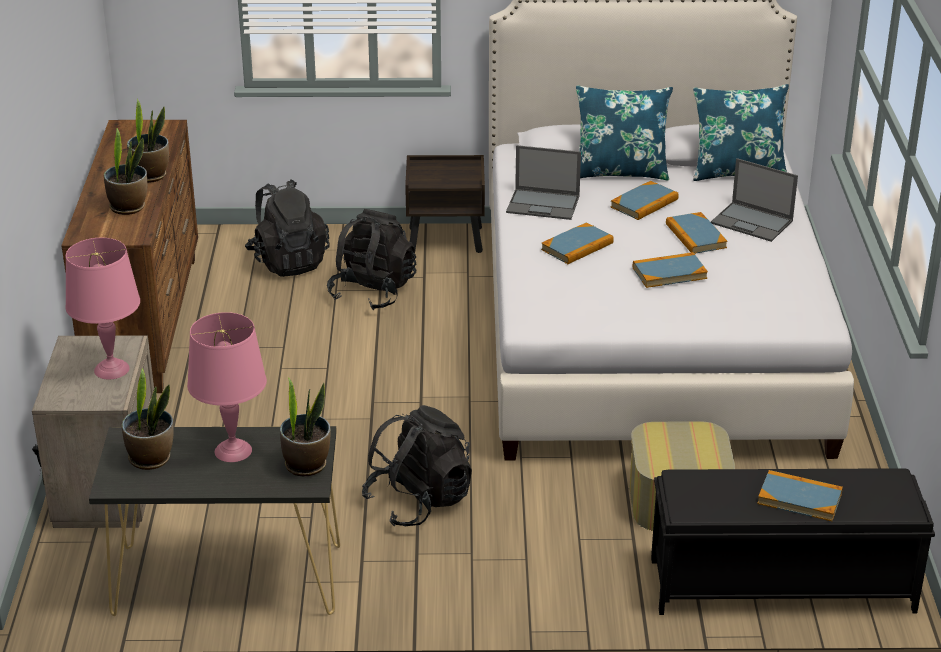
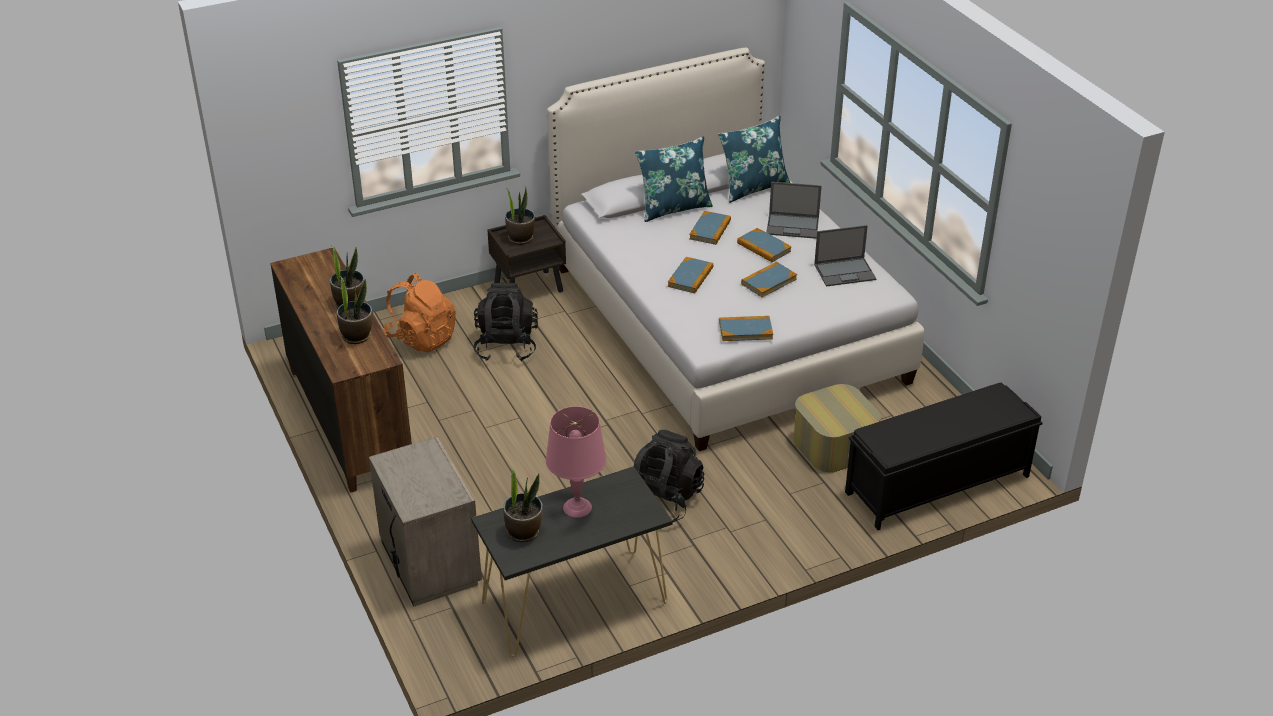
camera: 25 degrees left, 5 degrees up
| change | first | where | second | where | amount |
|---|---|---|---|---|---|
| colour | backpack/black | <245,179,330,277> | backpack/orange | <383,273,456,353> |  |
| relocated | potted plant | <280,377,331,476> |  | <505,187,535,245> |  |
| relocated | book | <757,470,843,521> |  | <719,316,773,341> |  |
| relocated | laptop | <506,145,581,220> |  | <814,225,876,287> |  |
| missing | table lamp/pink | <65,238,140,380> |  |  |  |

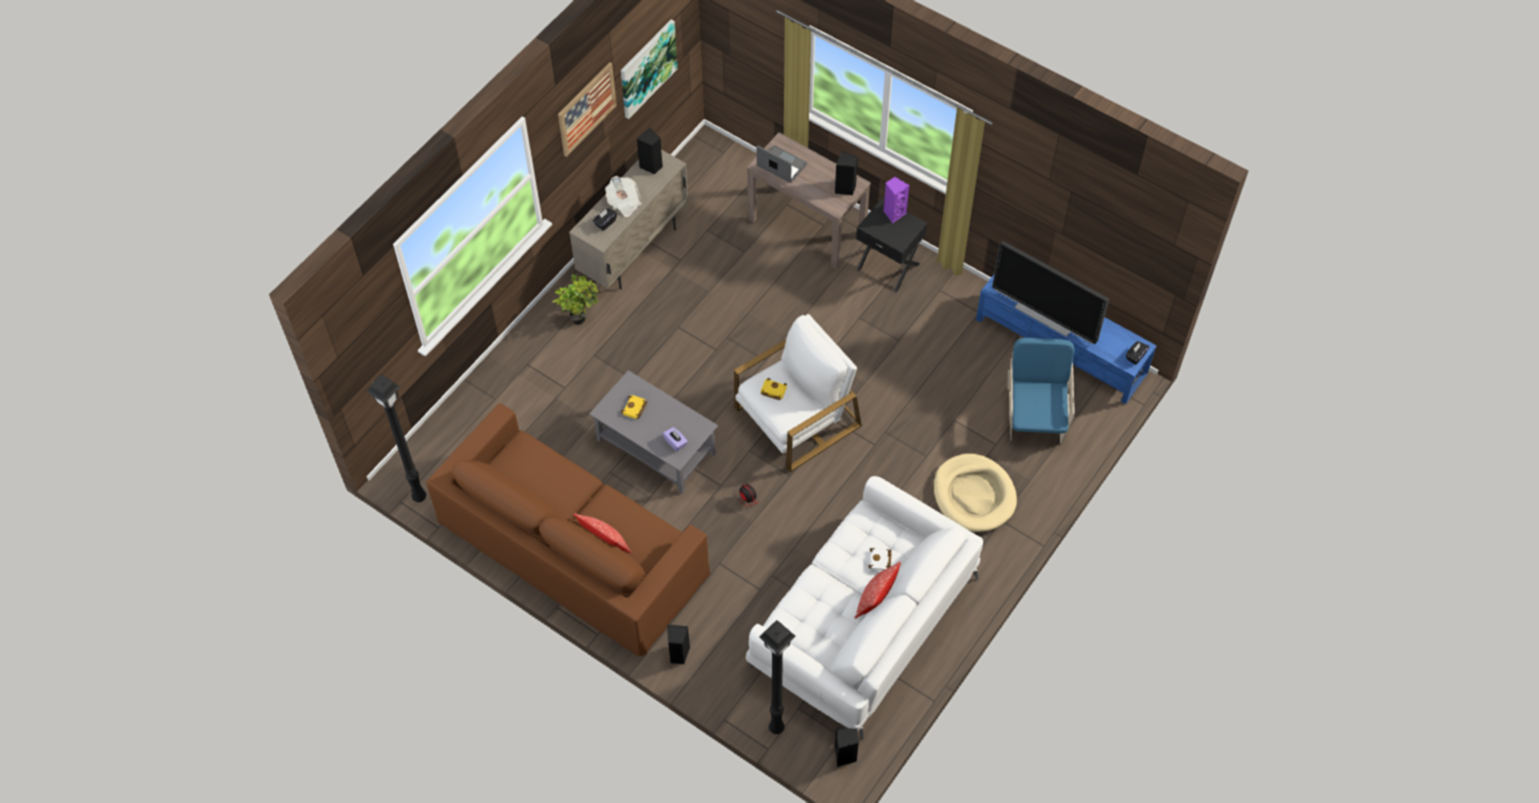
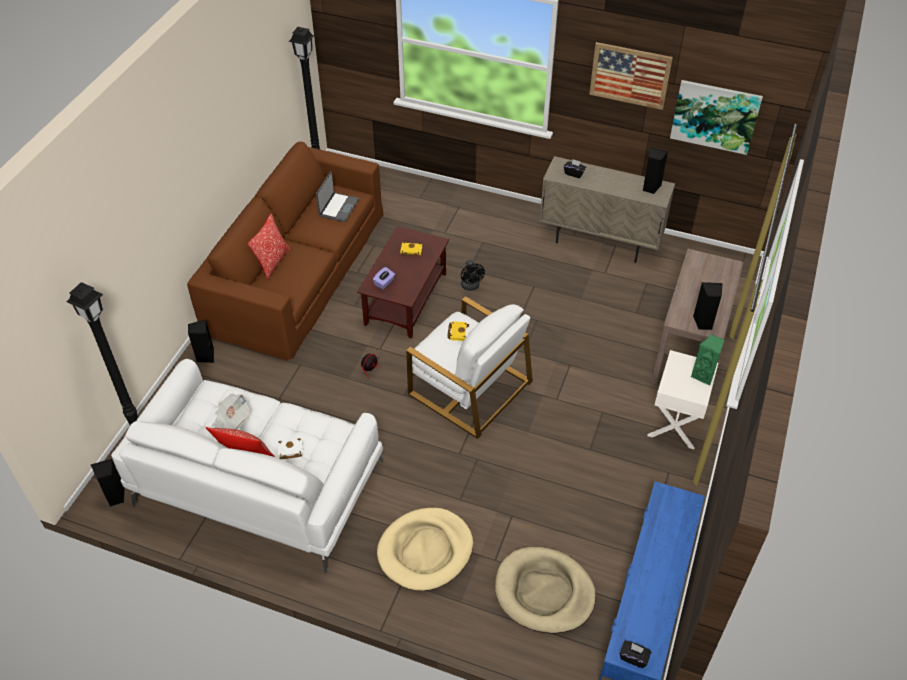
camera: 75 degrees right, 10 degrees down
| change | first | where | second | where | amount |
|---|---|---|---|---|---|
| relocated | newspaper | <605,176,642,217> |  | <211,394,250,430> |  |
| relocated | laptop | <757,145,807,183> |  | <316,171,359,222> |  |
| colour | coffee table/grey | <589,370,718,494> | coffee table/brown | <357,226,449,339> |  |
| appeared |  |  | fan/black | <461,260,485,291> |  |
| exchanged | armchair/blue | <1007,338,1075,443> | dog bed/beige | <495,547,596,634> |  |
| colour | nightstand/black | <856,198,928,293> | nightstand/white | <647,350,718,449> |  |
| colour | speaker/purple | <883,177,909,223> | speaker/green | <691,334,724,386> |  |
| missing | potted plant | <552,274,598,325> |  |  |  |
| missing | television | <992,240,1109,344> |  |  |  |

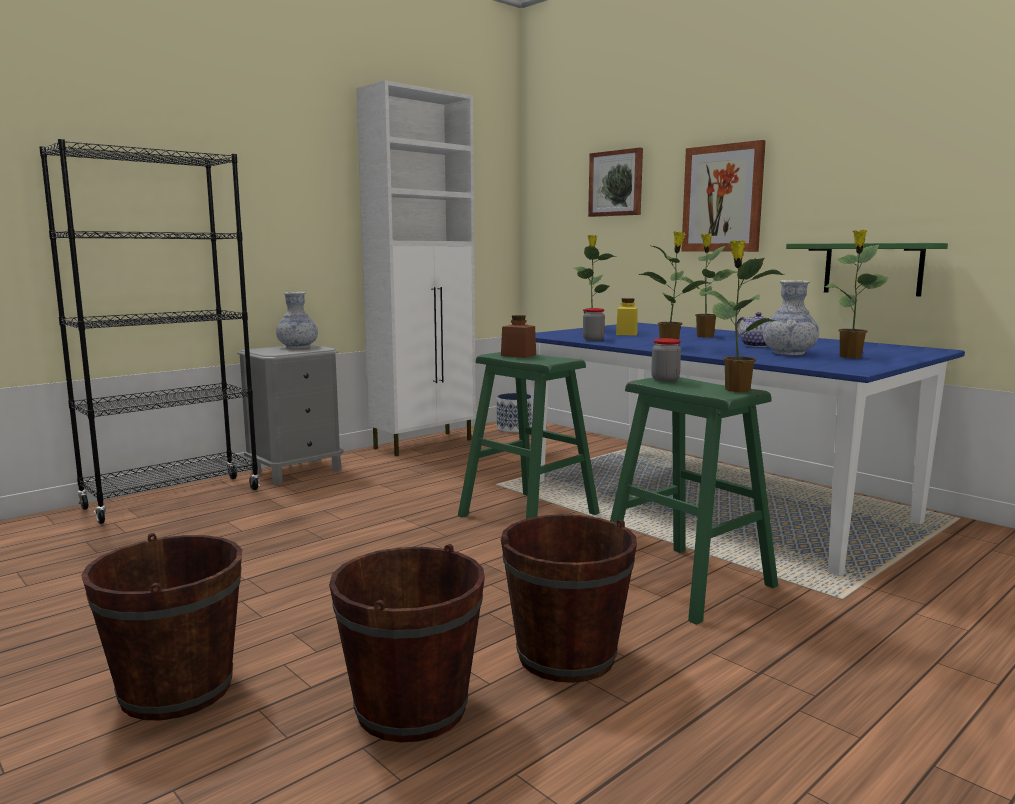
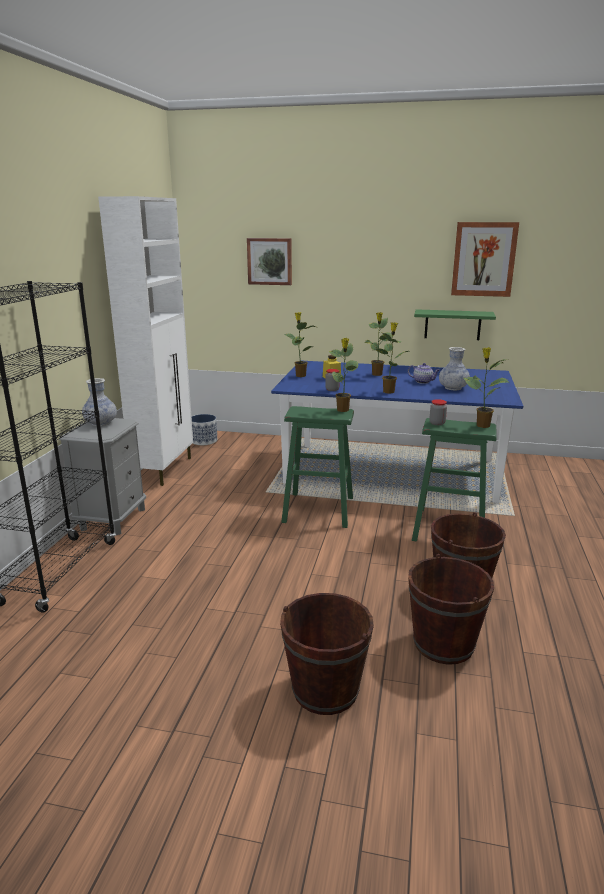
camera: 35 degrees left, 10 degrees up
| change | first | where | second | where | amount |
|---|---|---|---|---|---|
| relocated | potted plant | <824,230,889,358> |  | <329,338,358,412> |  |
| relocated | picture | <681,140,766,252> |  | <451,222,519,297> |  |
| missing | jar/brown | <501,315,536,358> |  |  |  |

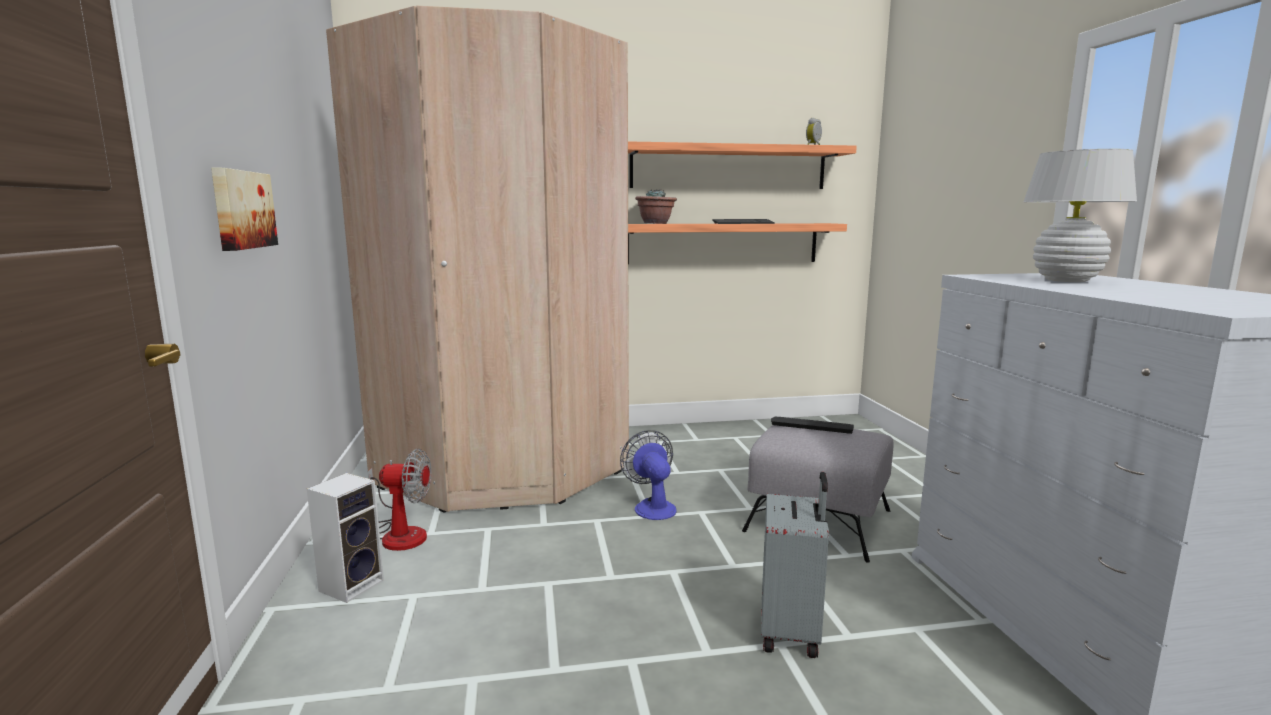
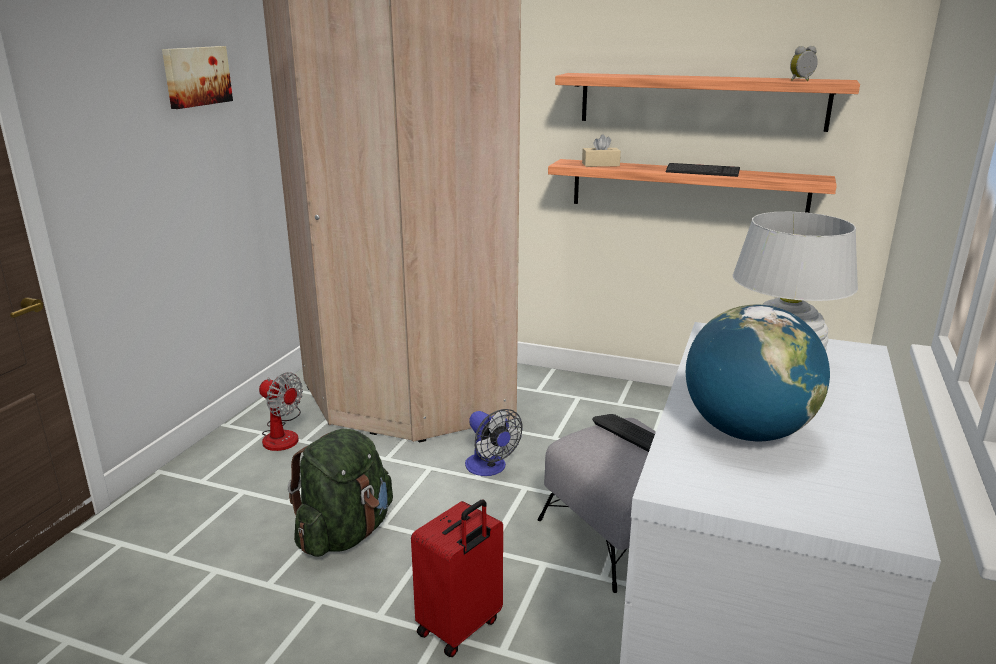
camera: 30 degrees right, 10 degrees up
| change | first | where | second | where | amount |
|---|---|---|---|---|---|
| relocated | picture | <211,168,278,251> |  | <162,46,233,109> |  |
| appeared |  |  | backpack/green | <288,429,393,557> |  |
| colour | suitcase/grey | <761,472,829,658> | suitcase/red | <411,499,503,657> |  |
| spun | fan | <620,430,676,520> |  | <465,409,522,476> | 135 degrees clockwise |
| exchanged | potted plant | <635,189,677,224> | tissue box/beige | <582,134,621,167> |  |
| appeared |  |  | globe | <686,304,830,441> |  |
| missing | speaker | <307,473,384,603> |  |  |  |

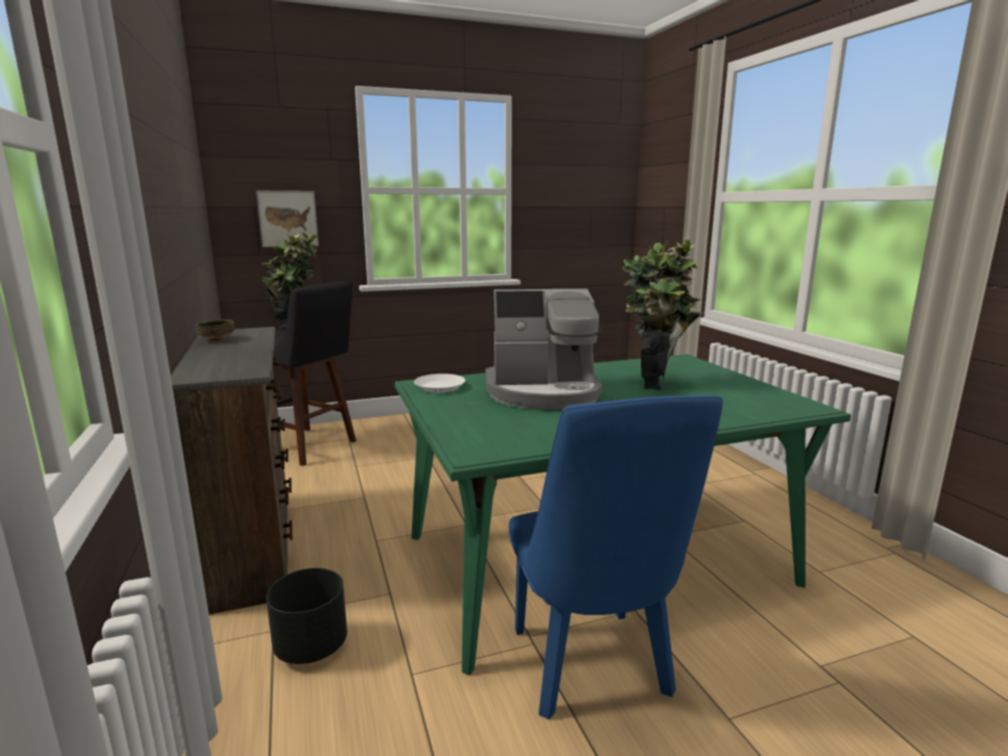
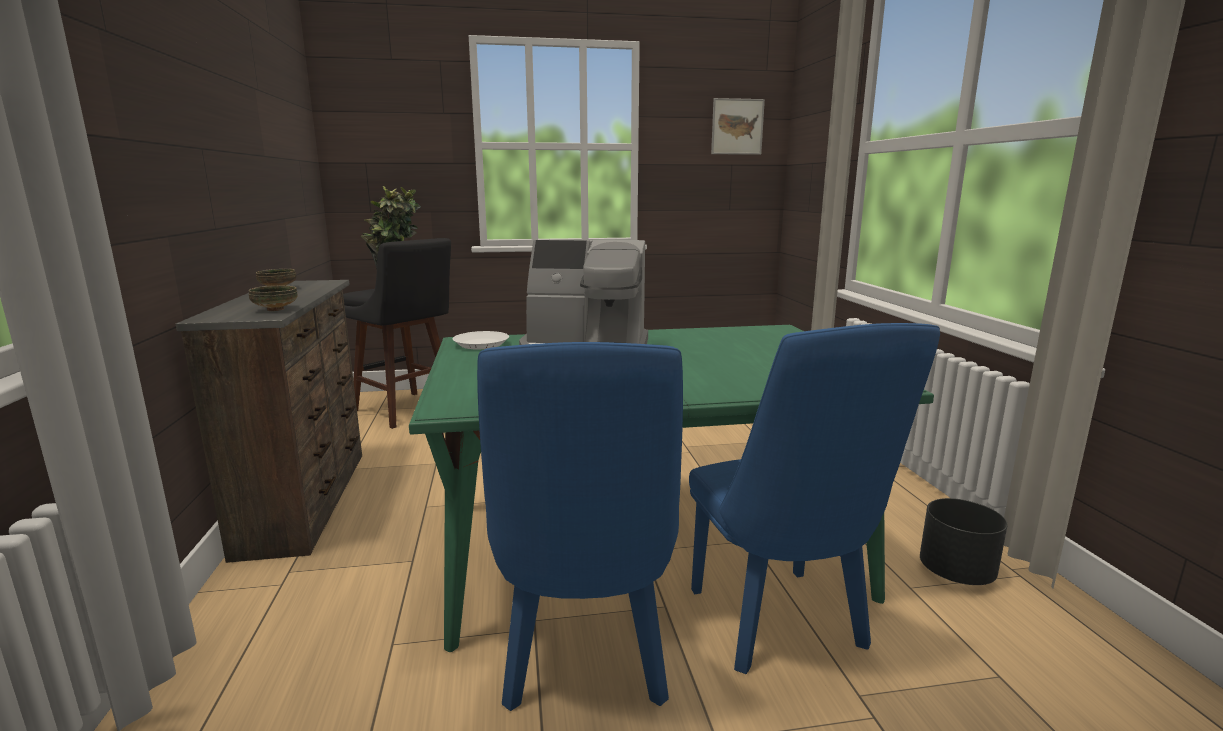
camera: 10 degrees right, 0 degrees up
| change | first | where | second | where | amount |
|---|---|---|---|---|---|
| appeared |  |  | bowl | <248,285,298,311> |  |
| appeared |  |  | chair/blue | <689,323,940,674> |  |
| relocated | picture | <256,191,319,247> |  | <711,98,765,155> |  |
| relocated | planter/black | <266,568,347,664> |  | <920,498,1008,585> |  |
| missing | potted plant | <623,240,703,390> |  |  |  |

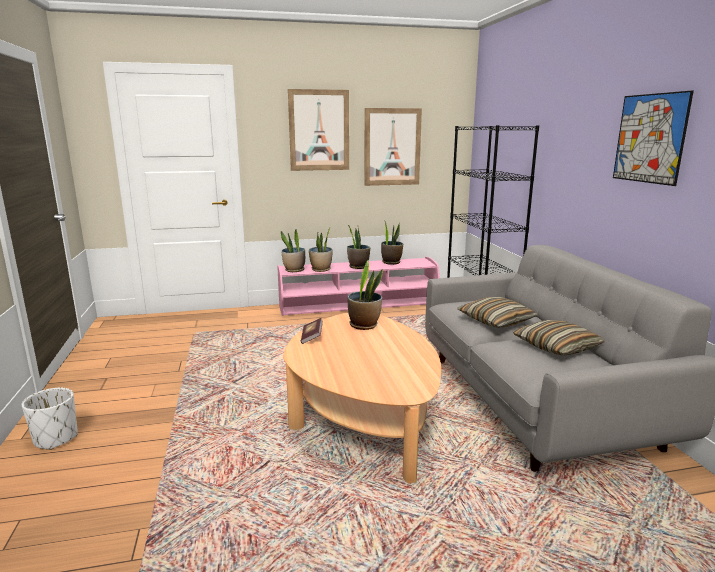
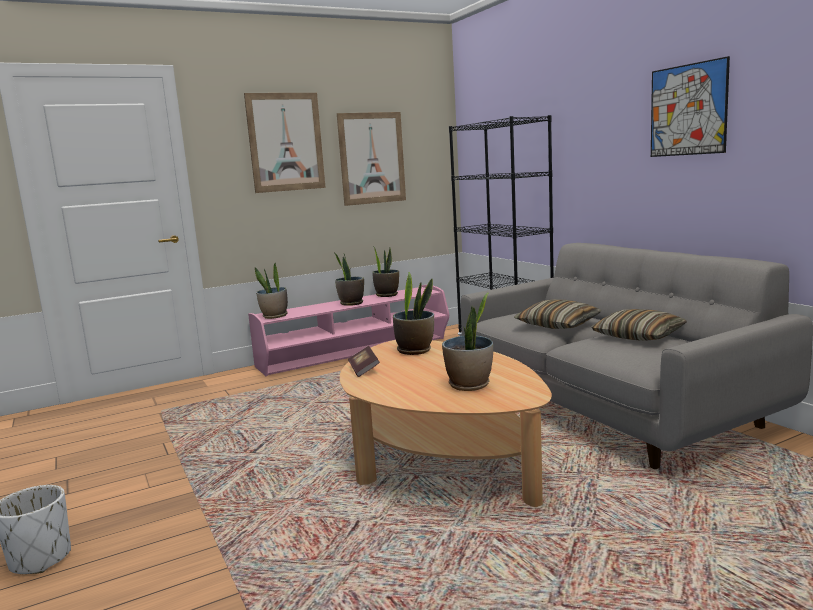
camera: 15 degrees left, 5 degrees down
| change | first | where | second | where | amount |
|---|---|---|---|---|---|
| relocated | potted plant | <309,227,332,272> |  | <442,292,493,391> |  |

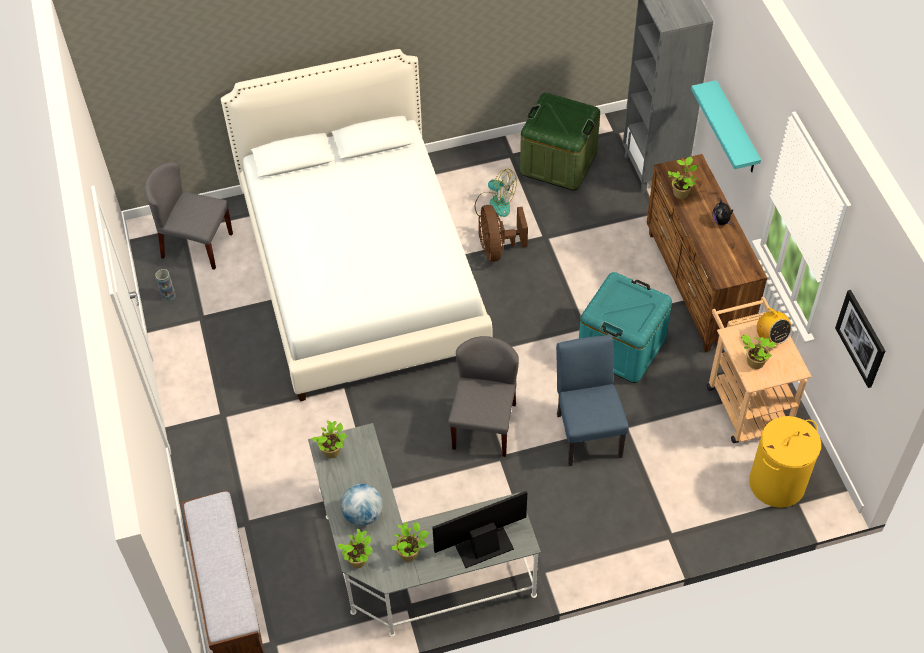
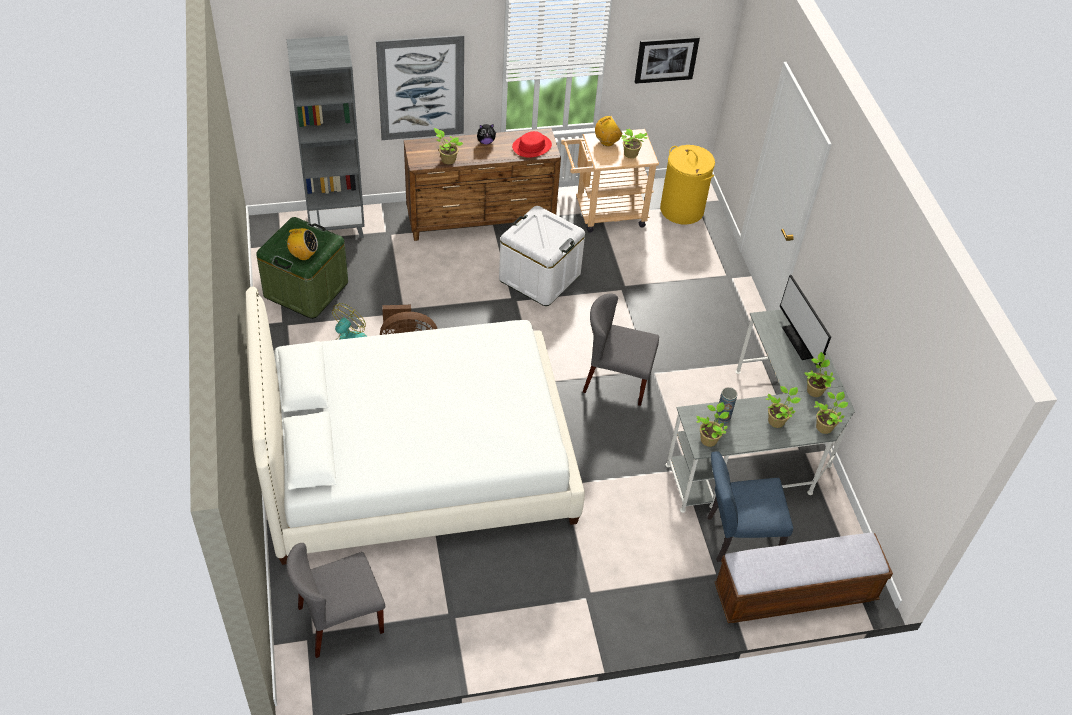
camera: 90 degrees left, 5 degrees down
| change | first | where | second | where | amount |
|---|---|---|---|---|---|
| appeared |  |  | radio | <284,228,318,260> |  |
| spun | chair/grey | <144,162,233,270> |  | <286,543,385,658> | 45 degrees clockwise |
| exchanged | shelf/turquoise | <691,80,761,172> | picture | <376,35,464,140> |  |
| colour | storage box/turquoise | <579,272,672,383> | storage box/white | <499,206,585,306> |  |
| appeared |  |  | hat/red | <512,131,552,158> |  |
| relocated | chair/blue | <556,335,629,466> |  | <707,451,793,562> |  |
| relocated | vase | <155,269,176,301> |  | <715,387,737,424> |  |
| exchanged | globe | <341,484,383,526> | potted plant | <766,386,801,428> |  |

